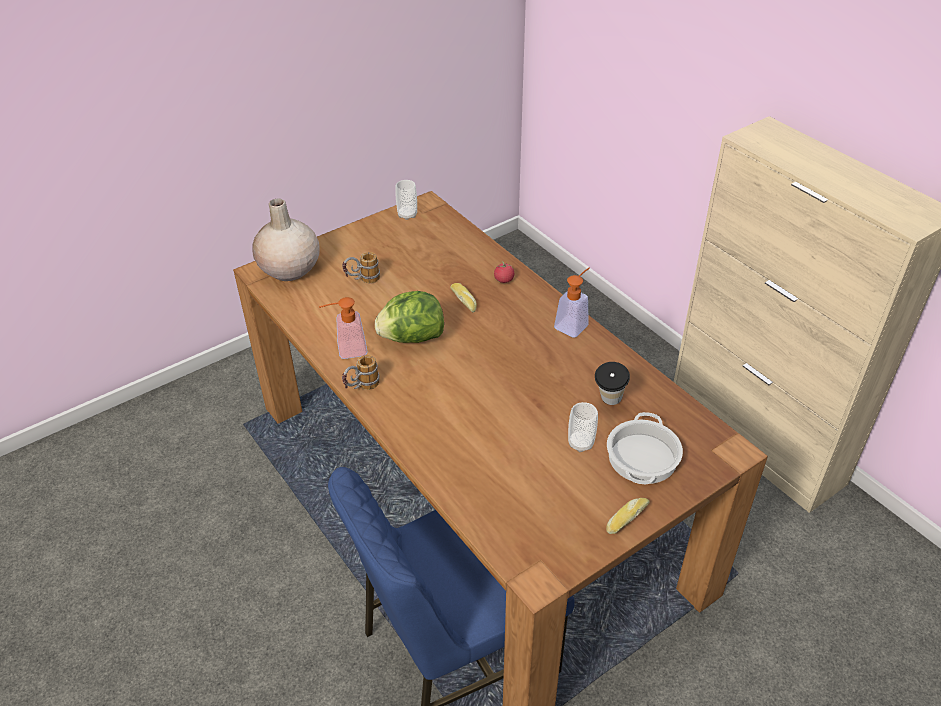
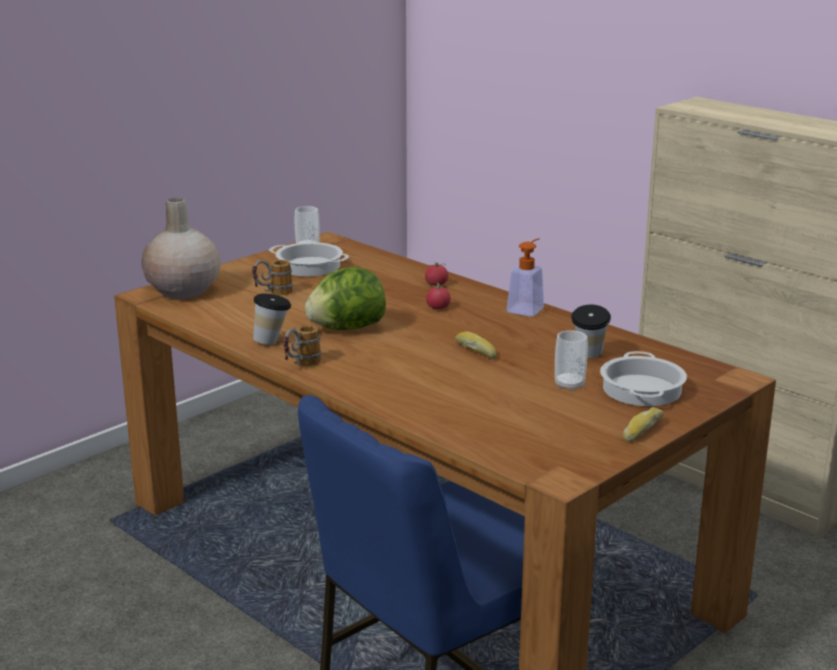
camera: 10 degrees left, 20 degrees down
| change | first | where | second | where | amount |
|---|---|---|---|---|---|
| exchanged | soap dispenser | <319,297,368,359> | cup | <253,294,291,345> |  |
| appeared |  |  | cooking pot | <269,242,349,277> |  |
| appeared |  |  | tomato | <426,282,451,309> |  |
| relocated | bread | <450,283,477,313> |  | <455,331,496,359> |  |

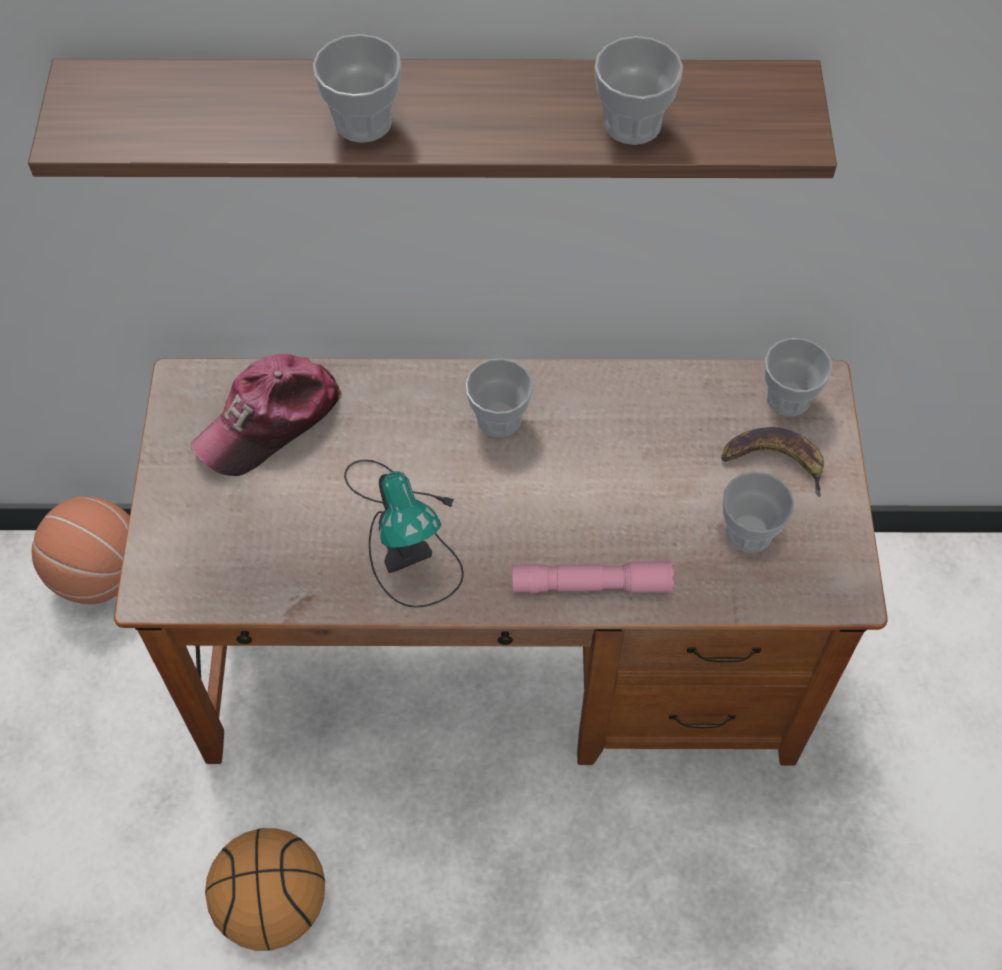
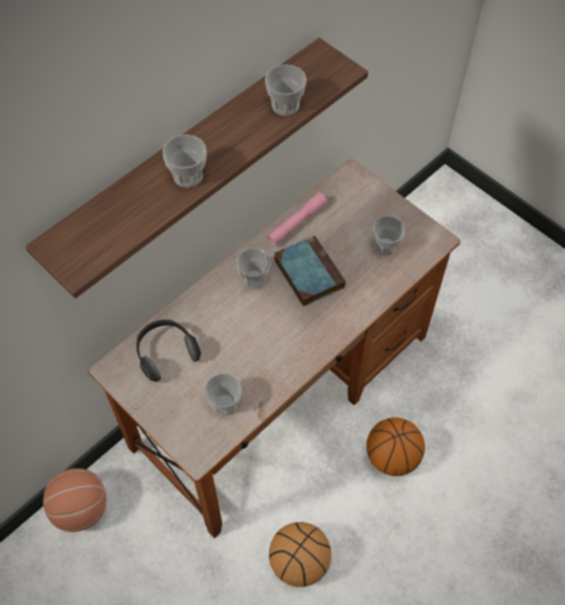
camera: 45 degrees left, 0 degrees up
| change | first | where | second | where | amount |
|---|---|---|---|---|---|
| exchanged | cap | <191,354,342,476> | headphones | <136,320,201,382> |  |
| relocated | cup | <765,338,832,416> |  | <204,373,242,415> |  |
| relocated | flashlight/pink | <512,560,674,593> |  | <267,192,328,246> |  |
| appeared |  |  | book | <274,235,346,307> |  |
| appeared |  |  | basketball | <366,417,425,476> |  |
| missing | table lamp | <344,460,464,607> |  |  |  |
| missing | banana | <721,427,824,497> |  |  |  |

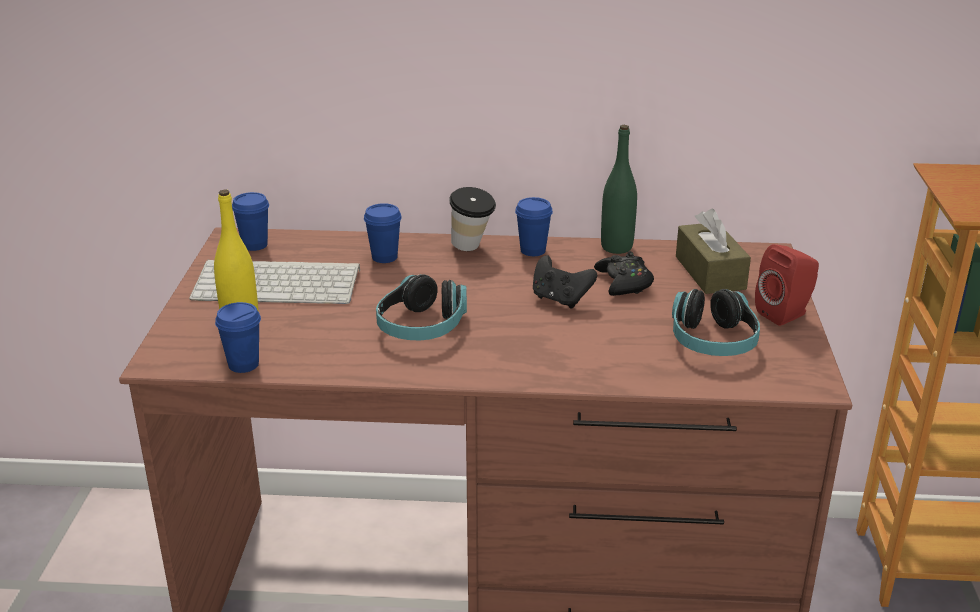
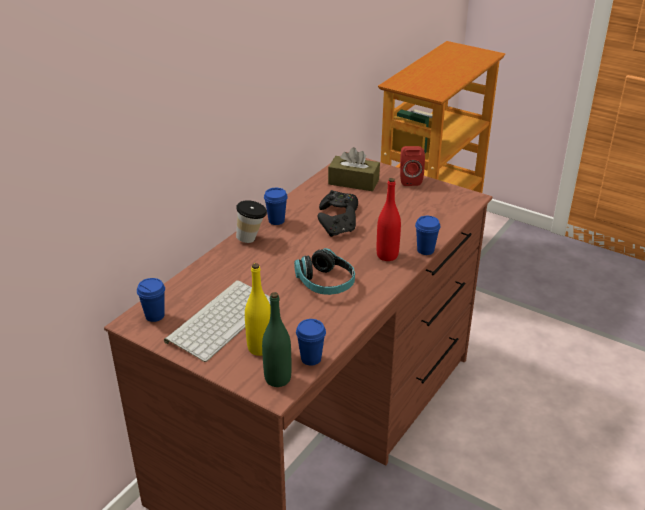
camera: 60 degrees left, 5 degrees up
| change | first | where | second | where | amount |
|---|---|---|---|---|---|
| relocated | bottle/green | <601,125,637,254> |  | <262,292,291,387> |  |
| appeared |  |  | bottle/red | <377,178,401,261> |  |
| relocated | cup/blue | <364,203,402,263> |  | <415,216,440,255> |  |
| missing | headphones | <672,289,760,356> |  |  |  |

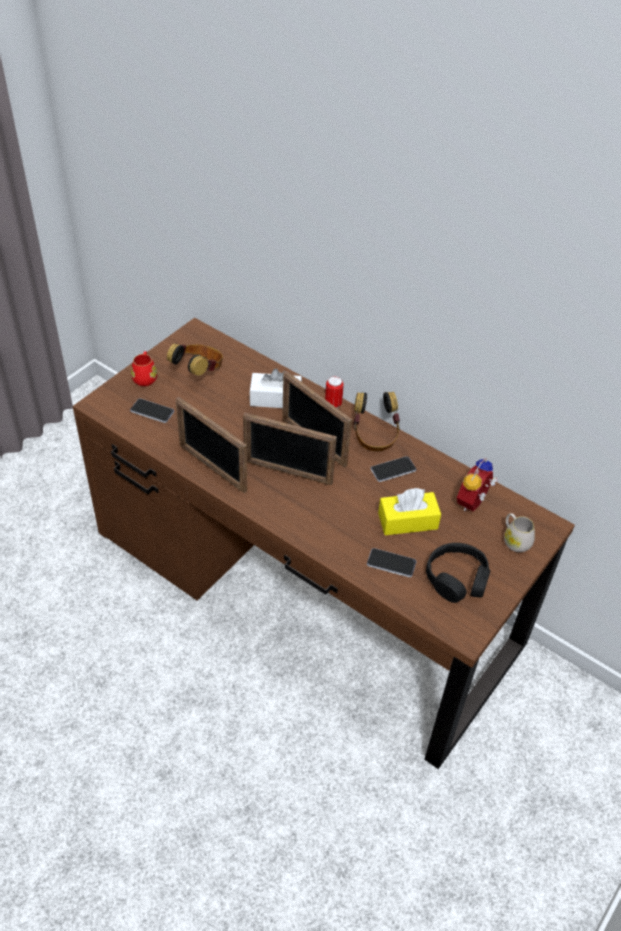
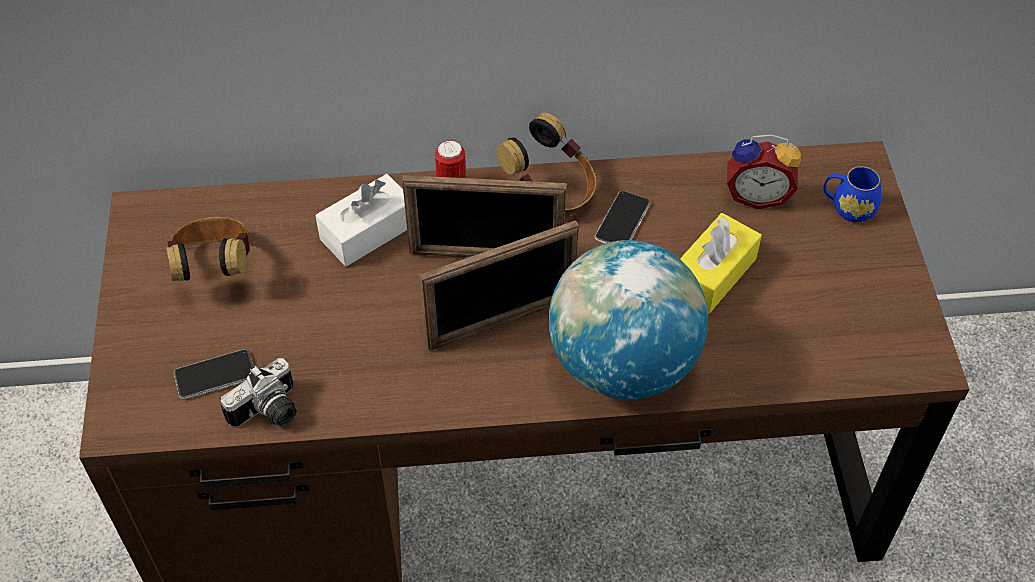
camera: 40 degrees left, 5 degrees up
| change | first | where | second | where | amount |
|---|---|---|---|---|---|
| appeared |  |  | photo camera | <221,358,297,428> |  |
| appeared |  |  | globe | <549,240,708,400> |  |
| spun | alarm clock | <457,458,497,511> |  | <727,134,801,209> | 75 degrees counterclockwise |
| colour | mug/white | <504,513,535,552> | mug/blue | <823,166,881,222> |  |
| missing | mug/red | <131,352,157,386> |  |  |  |
| missing | picture frame | <176,397,247,493> |  |  |  |
| missing | phone | <367,548,416,577> |  |  |  |
| missing | headphones/black | <426,543,490,603> |  |  |  |

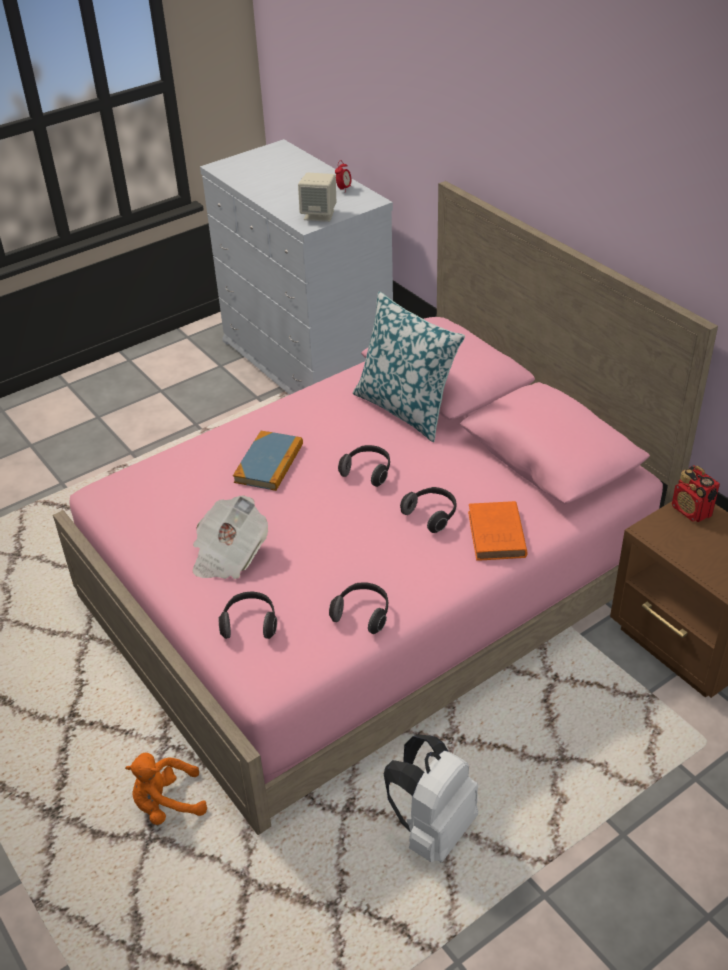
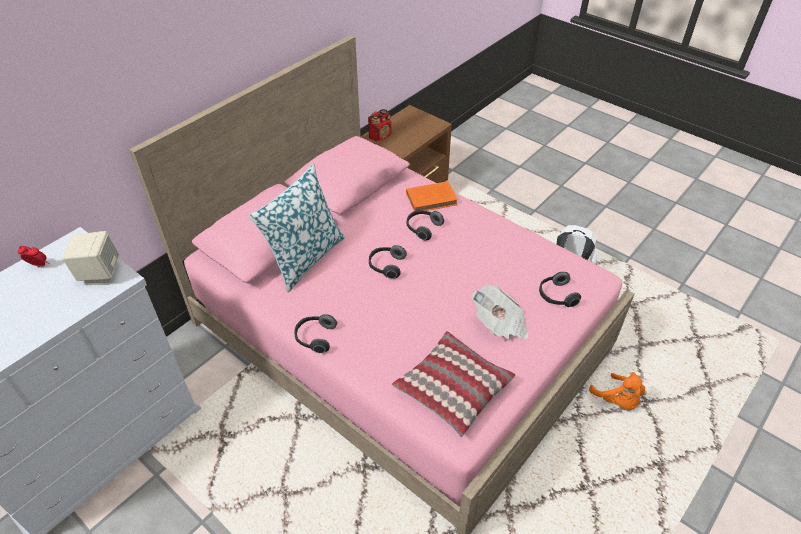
camera: 105 degrees left, 5 degrees up
| change | first | where | second | where | amount |
|---|---|---|---|---|---|
| relocated | headphones | <329,582,388,634> |  | <294,314,337,353> |  |
| appeared |  |  | pillow | <392,331,515,437> |  |
| missing | book | <233,431,303,491> |  |  |  |

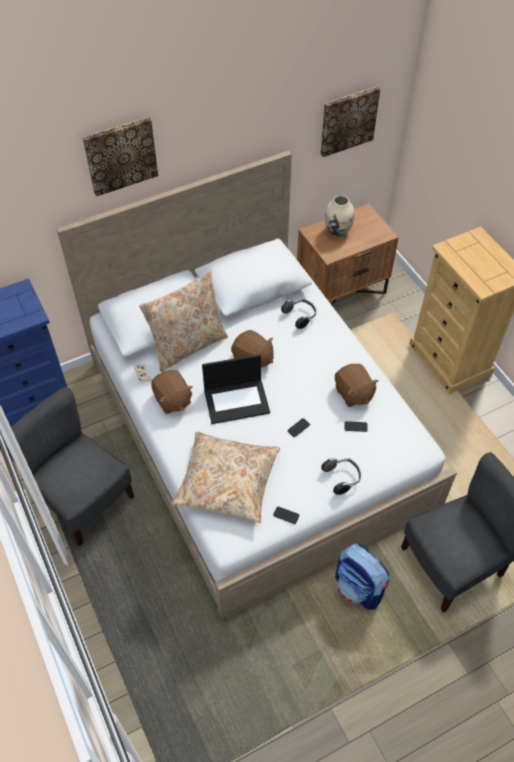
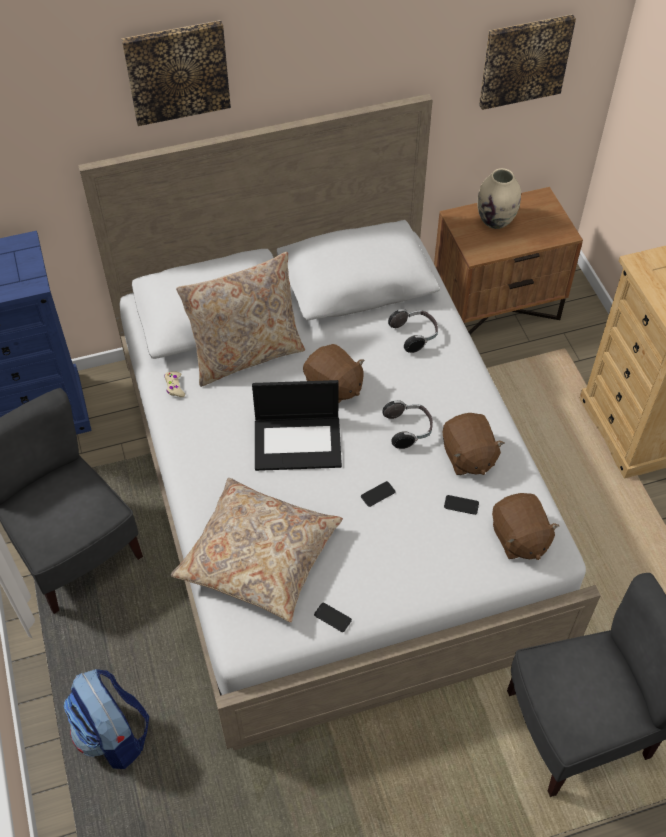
camera: 10 degrees right, 0 degrees up
| change | first | where | second | where | amount |
|---|---|---|---|---|---|
| relocated | backpack | <335,543,389,610> |  | <64,669,149,769> |  |
| relocated | headphones | <321,458,361,495> |  | <382,400,433,449> |  |
| relocated | plush toy/brown | <152,370,193,414> |  | <492,493,560,560> |  |

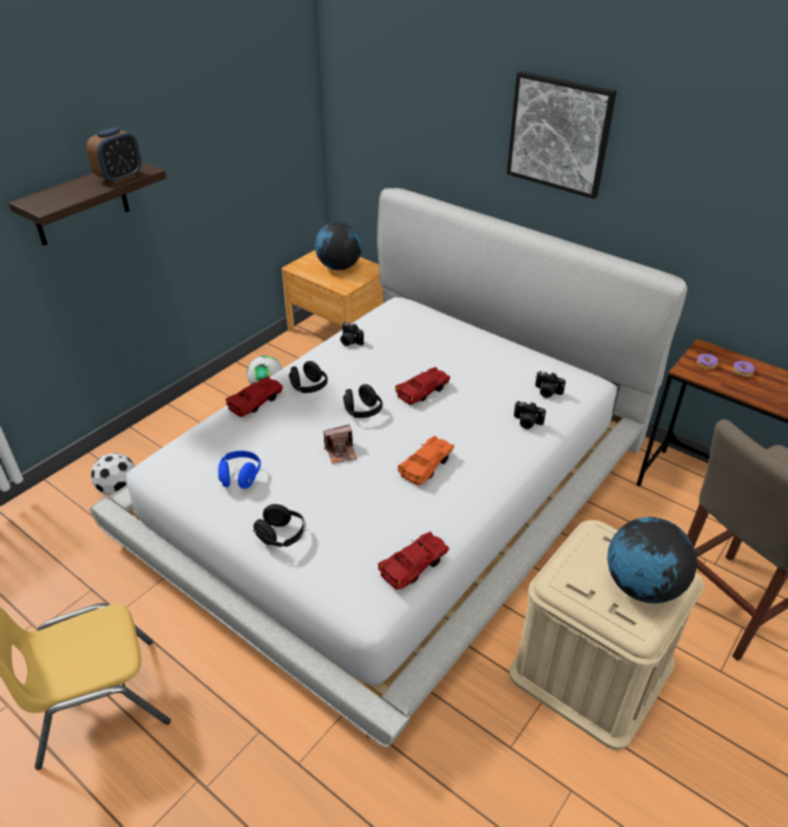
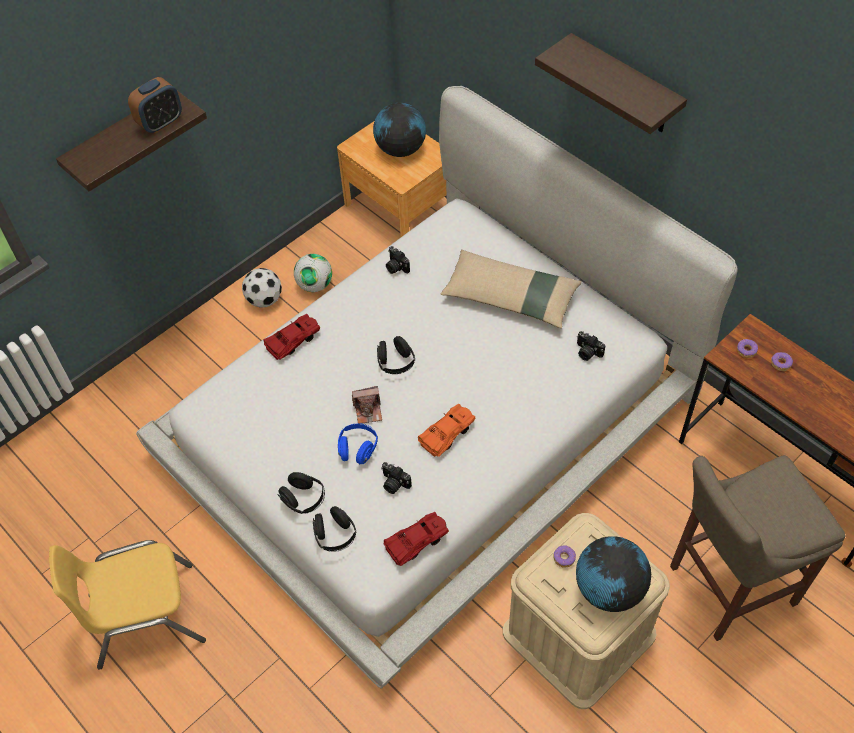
camera: 10 degrees right, 15 degrees up
| change | first | where | second | where | amount |
|---|---|---|---|---|---|
| relocated | football | <91,453,135,496> |  | <242,268,282,307> |  |
| relocated | headphones/black | <289,361,328,393> |  | <313,506,357,552> |  |
| relocated | headphones/blue | <218,451,261,489> |  | <338,423,378,464> |  |
| relocated | photo camera | <514,401,546,429> |  | <381,462,412,494> |  |
| appeared |  |  | pillow/beige | <440,250,582,329> |  |
| exchanged | picture | <507,71,617,199> | shelf | <535,33,687,134> |  |
| appeared |  |  | donut | <553,545,576,568> |  |
| missing | toy car/red | <395,367,450,405> |  |  |  |

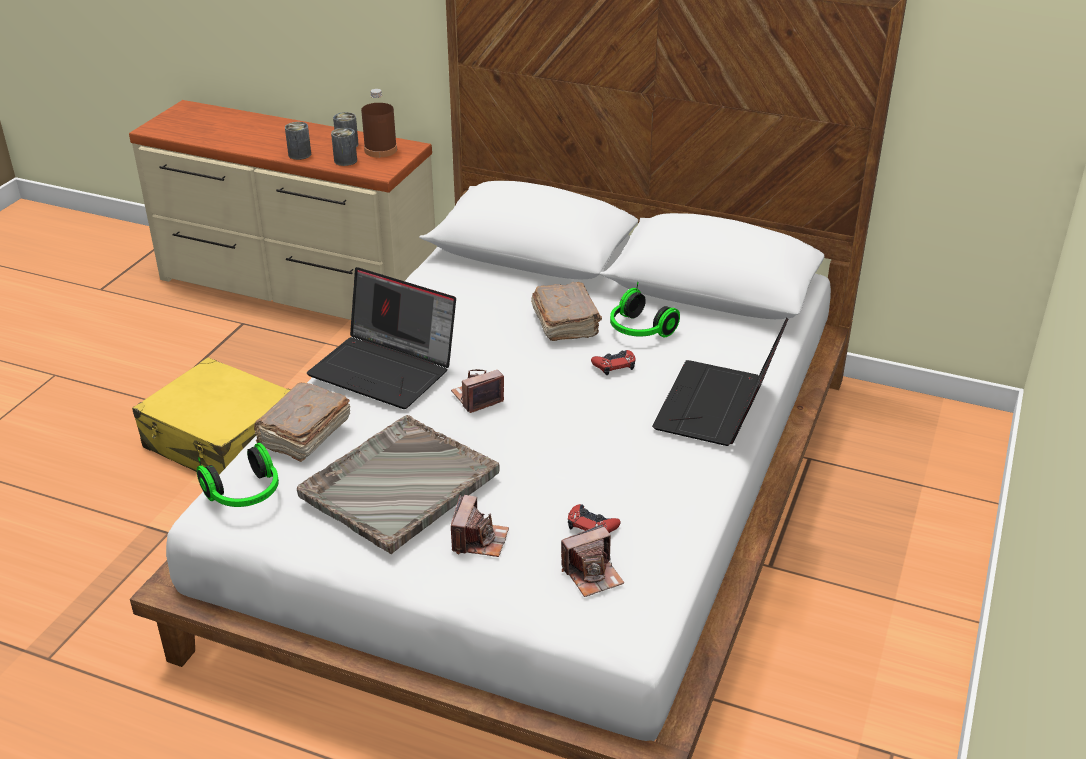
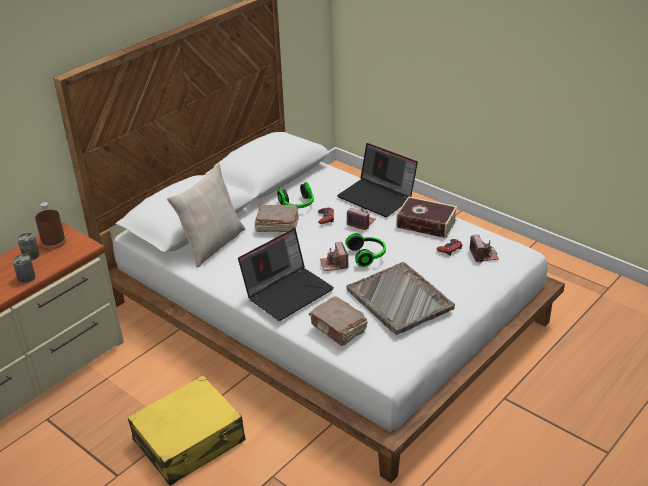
camera: 70 degrees left, 0 degrees up
| change | first | where | second | where | amount |
|---|---|---|---|---|---|
| appeared |  |  | pillow/beige | <167,163,245,267> |  |
| relocated | headphones | <197,443,279,507> |  | <345,233,386,267> |  |
| relocated | photo camera | <451,495,509,557> |  | <347,207,375,230> |  |
| appeared |  |  | book | <396,196,457,238> |  |
| missing | can | <331,128,357,166> |  |  |  |

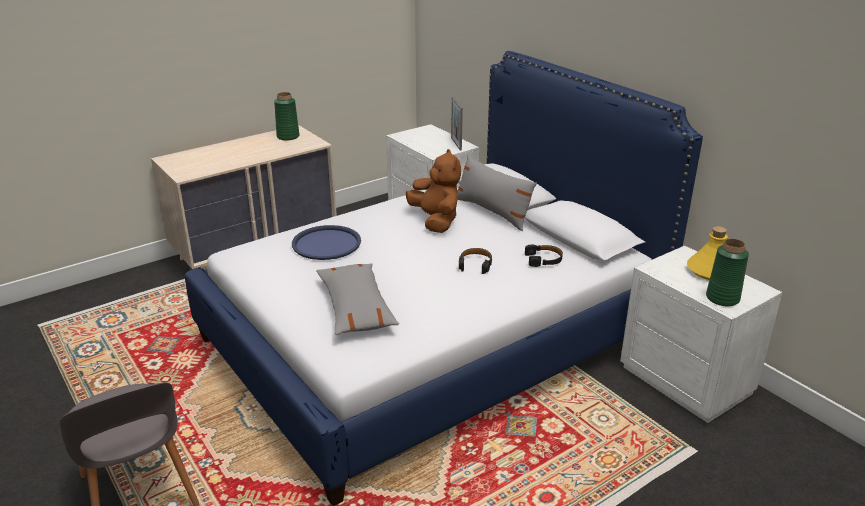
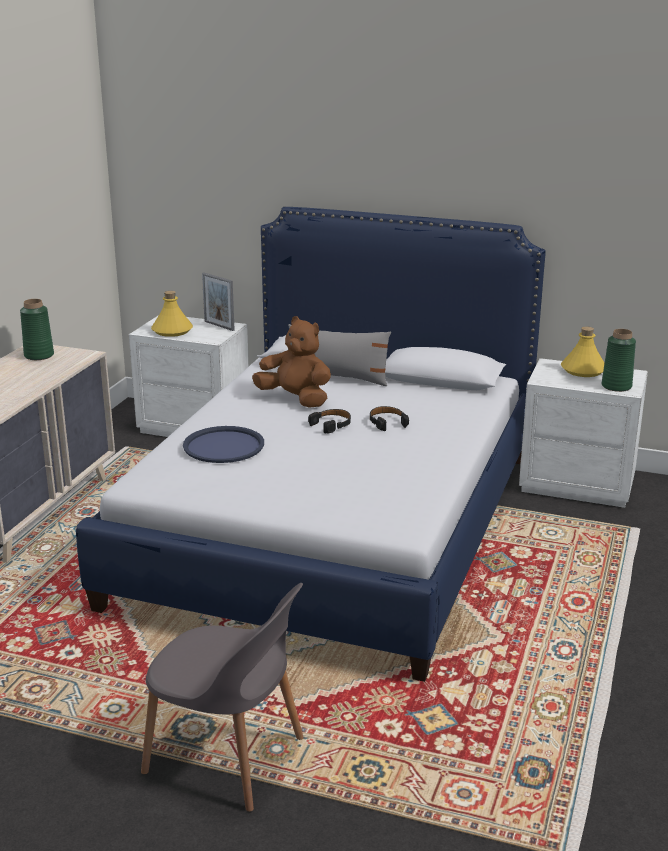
camera: 35 degrees left, 5 degrees down
| change | first | where | second | where | amount |
|---|---|---|---|---|---|
| appeared |  |  | bottle/yellow | <151,291,193,337> |  |
| relocated | headphones/black | <525,244,563,267> |  | <308,409,351,433> |  |
| missing | pillow/grey | <316,263,399,336> |  |  |  |

